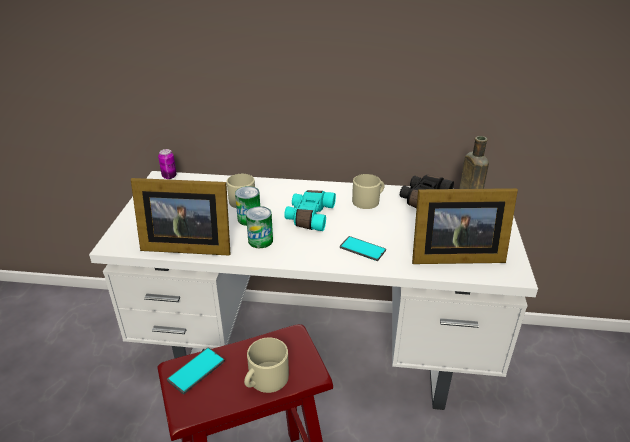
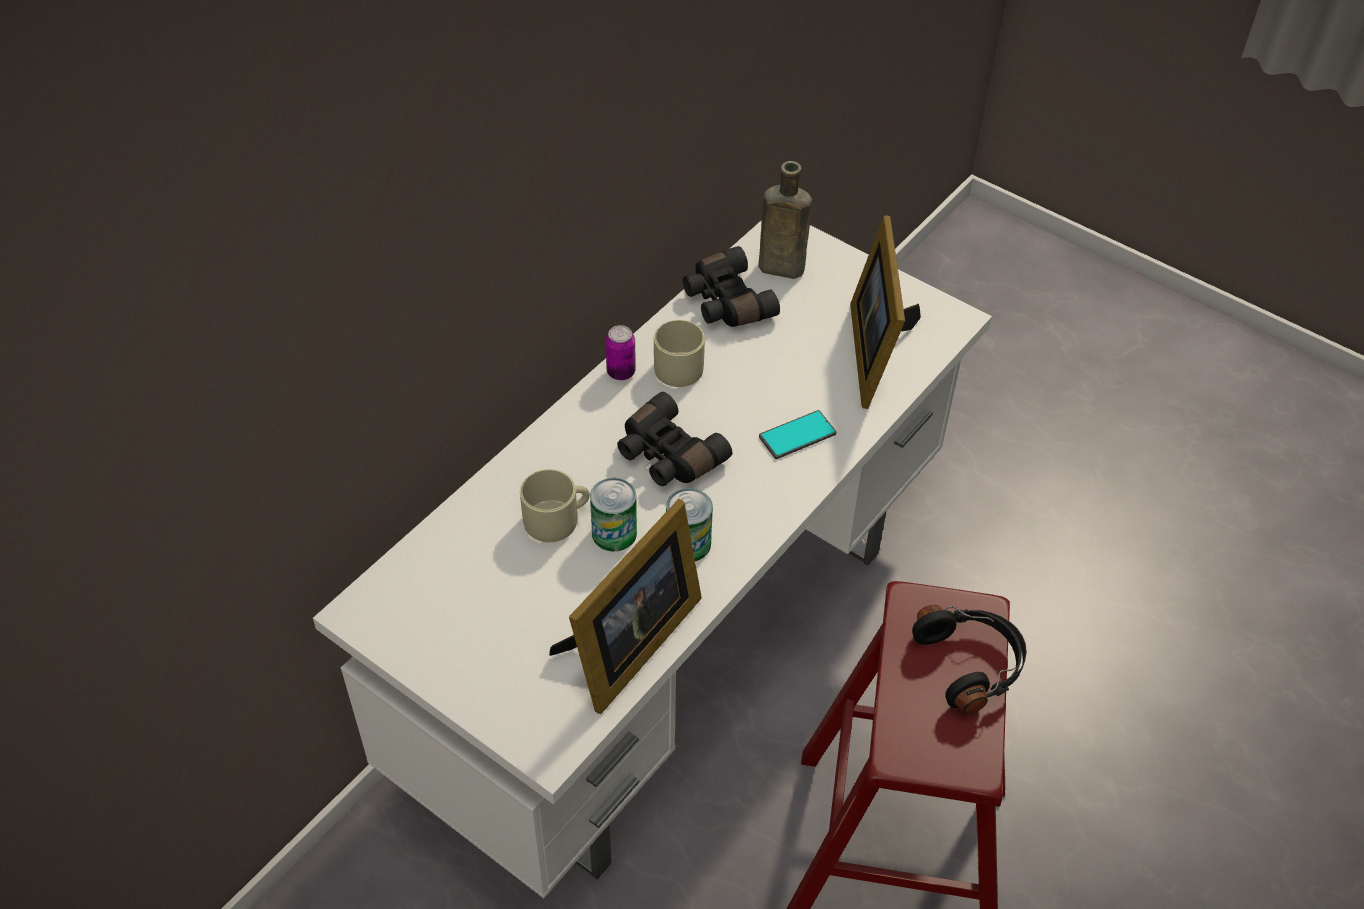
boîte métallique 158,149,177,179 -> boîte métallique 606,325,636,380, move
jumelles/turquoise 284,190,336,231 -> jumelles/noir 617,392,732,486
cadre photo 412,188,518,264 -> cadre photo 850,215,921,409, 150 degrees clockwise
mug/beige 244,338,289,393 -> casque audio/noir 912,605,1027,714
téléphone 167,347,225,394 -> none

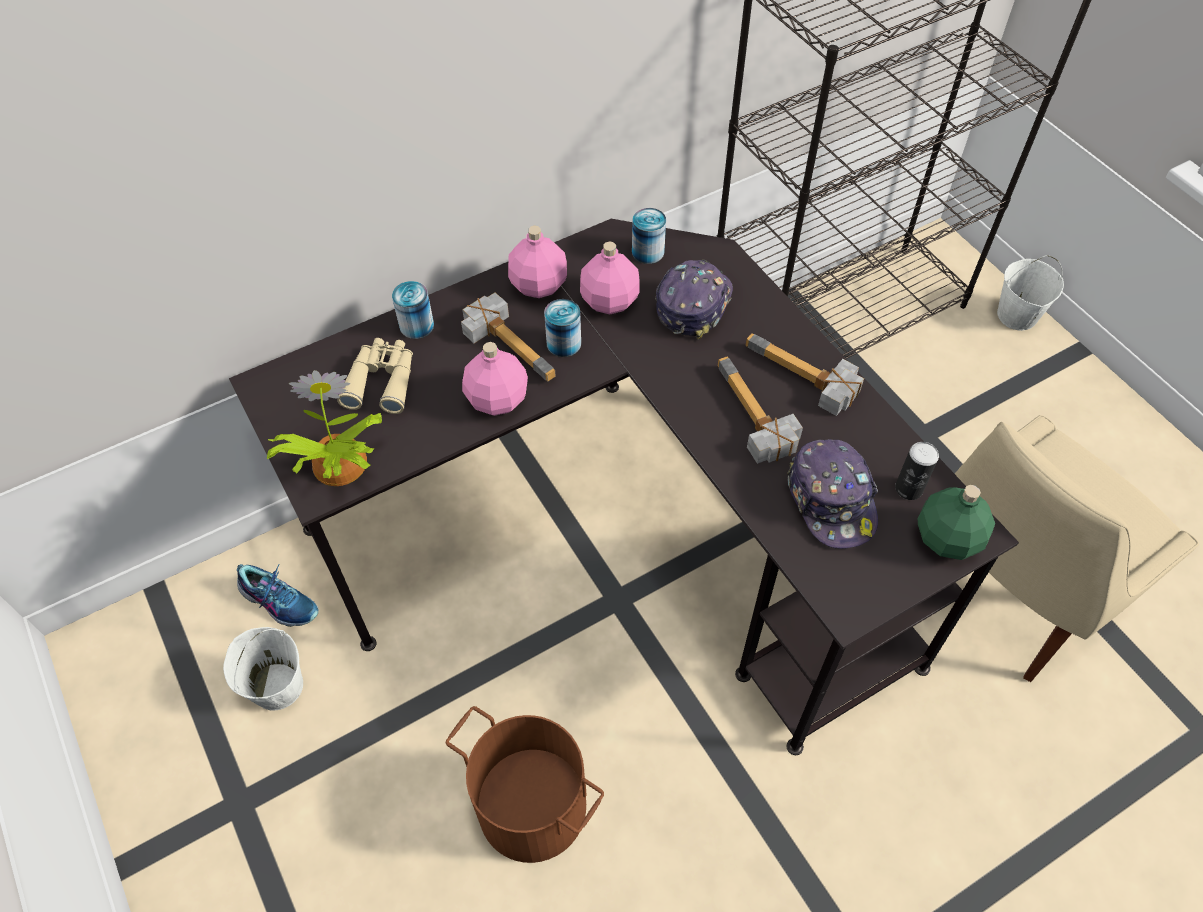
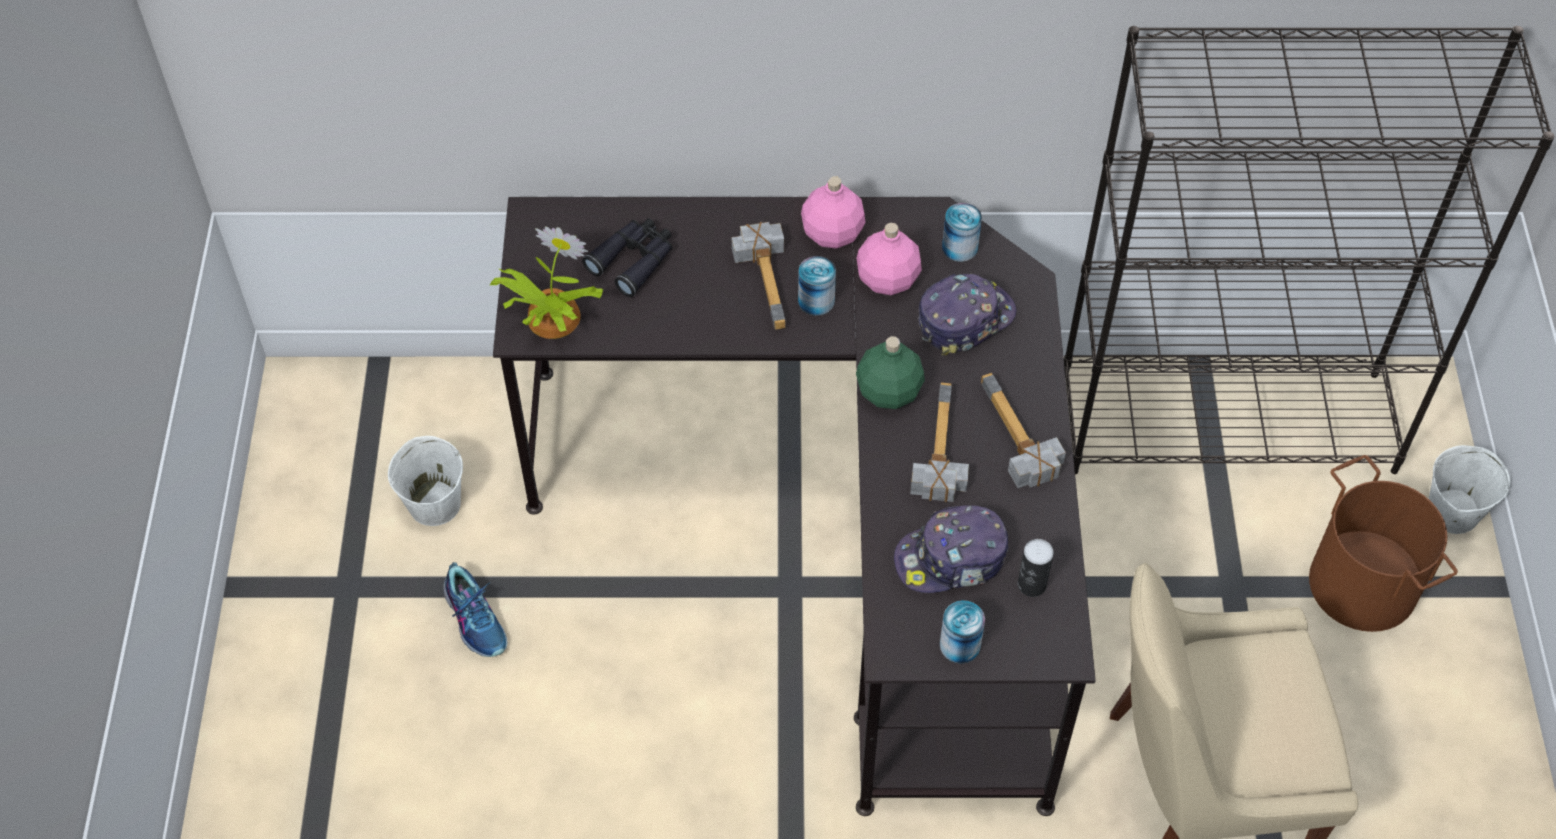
chaussure 237,564,319,627 -> chaussure 443,562,508,657, move
jumelles/beige 337,338,413,414 -> jumelles/noir 582,218,673,297
bouteille/vert 918,485,995,560 -> bouteille/vert 856,336,925,409, move
casquette 787,439,878,549 -> casquette 894,505,1008,593, 60 degrees clockwise
boîte métallique 392,281,434,339 -> boîte métallique 940,600,985,664, move
seau/marron 446,706,604,863 -> seau/marron 1309,455,1458,632, move
bouteille/rose 462,342,528,416 -> none

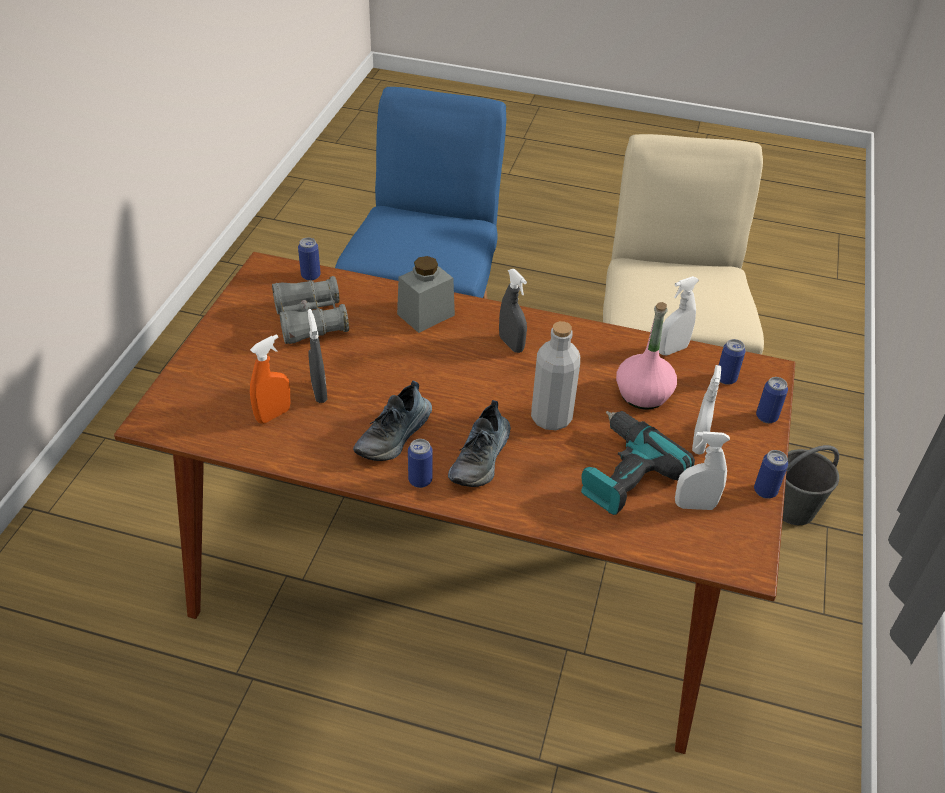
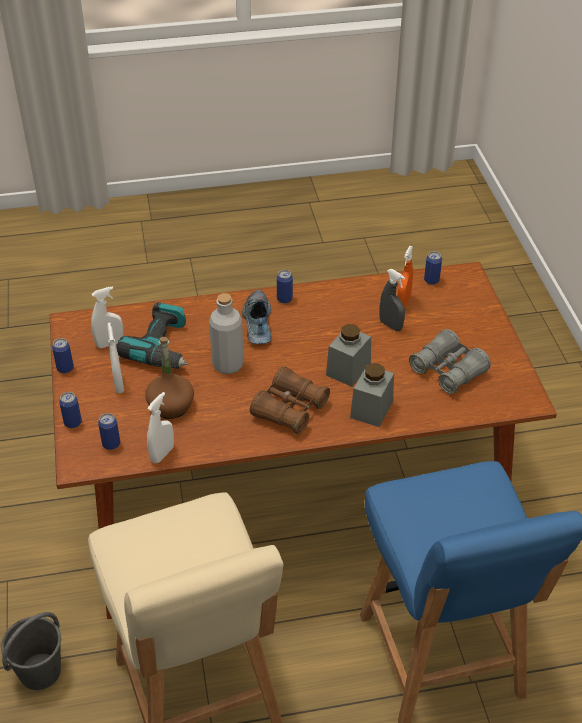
bouteille/rose 616,302,677,410 -> bouteille/marron 146,337,194,419
vaporisateur/gris 499,269,527,353 -> jumelles/marron 250,366,330,434
none -> bocal/gris 326,324,371,387
boîte métallique 298,238,321,281 -> boîte métallique 424,251,442,285, move
chaussure 353,381,432,461 -> none

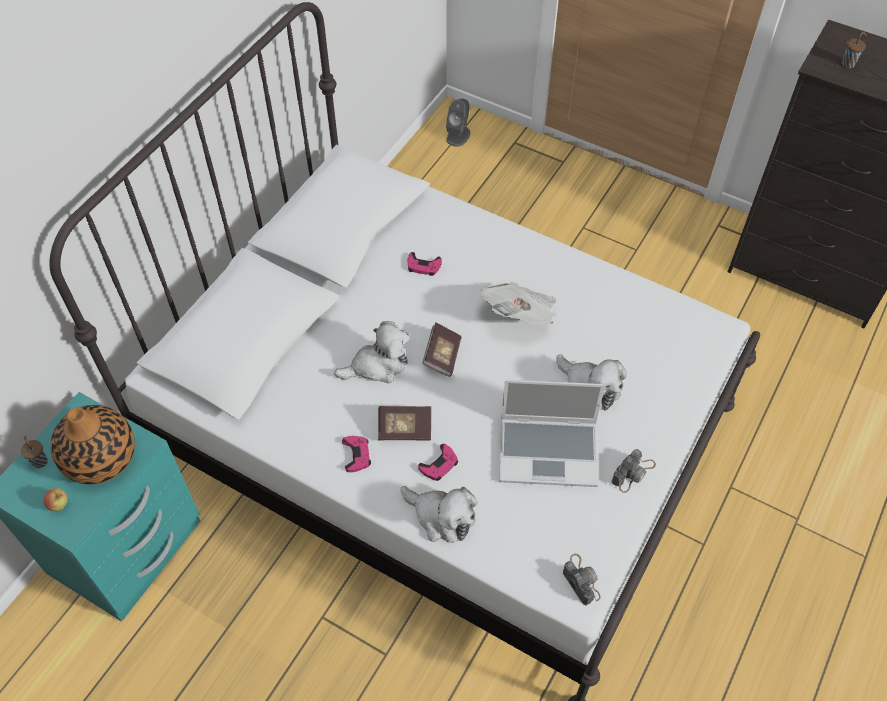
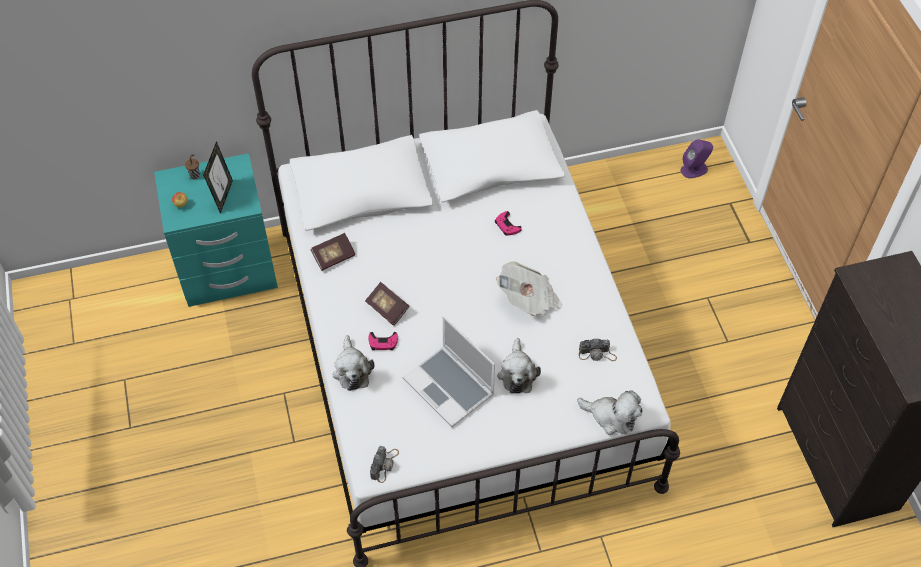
vase 51,405,135,485 -> cadre photo 203,141,233,214
livre 422,322,462,377 -> livre 310,233,356,271, move
peluche 334,321,410,383 -> peluche 577,390,642,435, move
appareil photo 612,449,656,493 -> appareil photo 579,338,617,361, move
enceinte/gris 446,99,470,147 -> enceinte/violet 681,139,713,178
manette/rose 342,436,371,472 -> none
tasse/marron 842,32,867,68 -> none

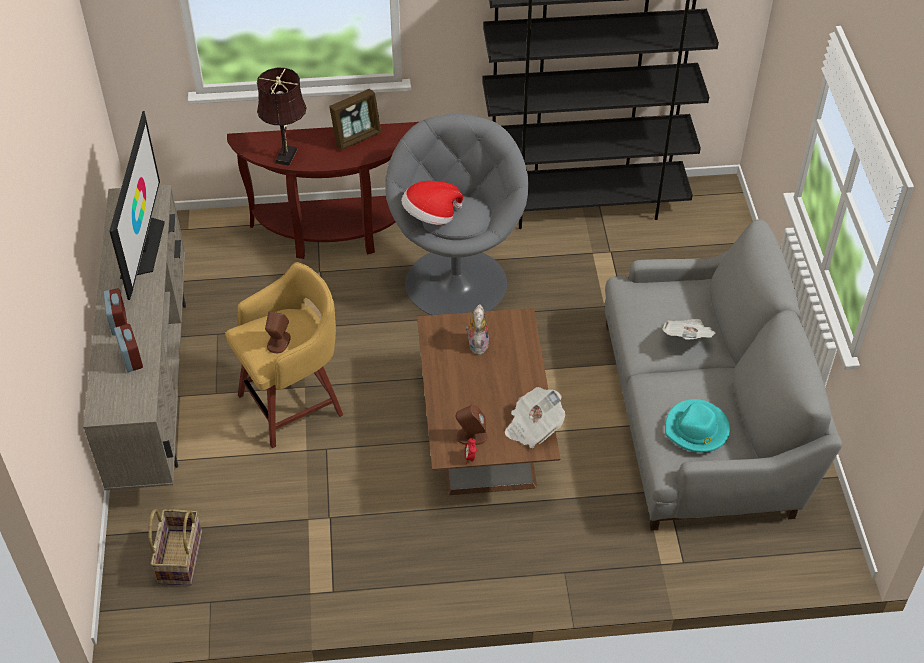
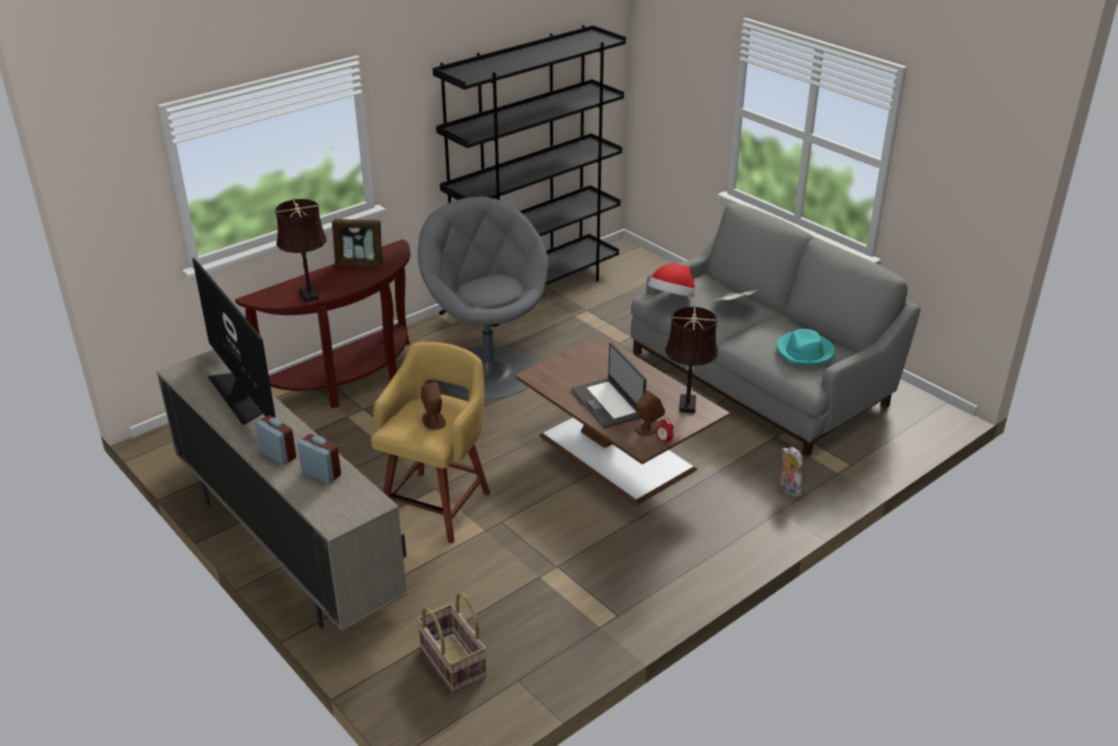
cadre photo 329,89,381,150 -> cadre photo 332,219,383,268, 75 degrees clockwise
none -> ordinateur portable 571,343,647,428
chapeau 401,181,463,225 -> chapeau 648,263,695,297, move
journal 505,387,565,448 -> lampe de table/marron 665,307,718,413
peluche 465,304,489,356 -> peluche 780,447,803,497, move

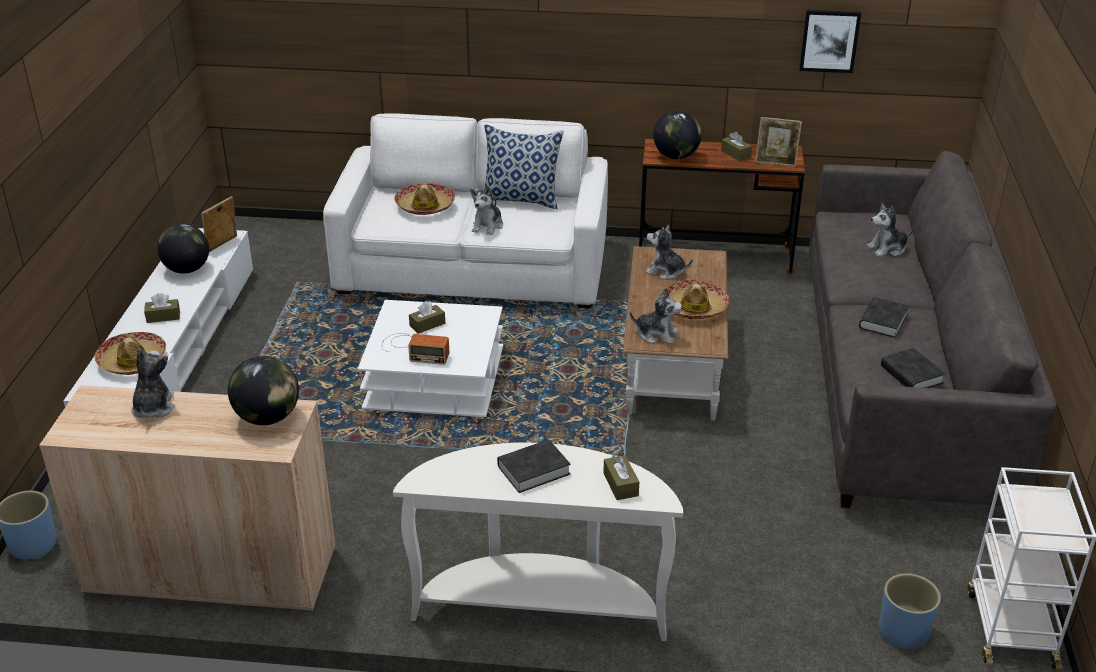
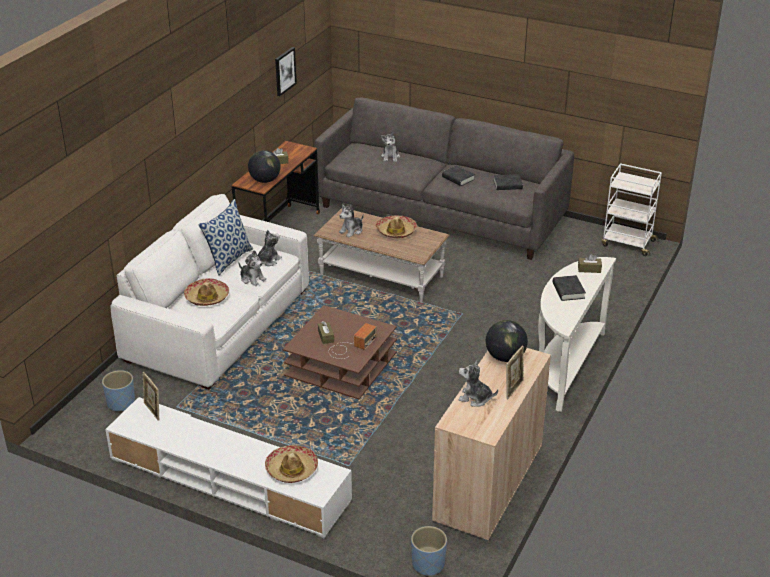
cache-pot/bleu 879,573,941,649 -> cache-pot/bleu 102,370,135,412, move
peluche 630,287,682,344 -> peluche 258,230,282,266, move
table basse/blanc 358,300,503,417 -> table basse/marron 283,305,397,399
cadre photo 755,117,802,166 -> cadre photo 506,346,524,399, move
boîte à mouchoirs/marron 144,293,180,323 -> none
globe 157,224,209,274 -> none

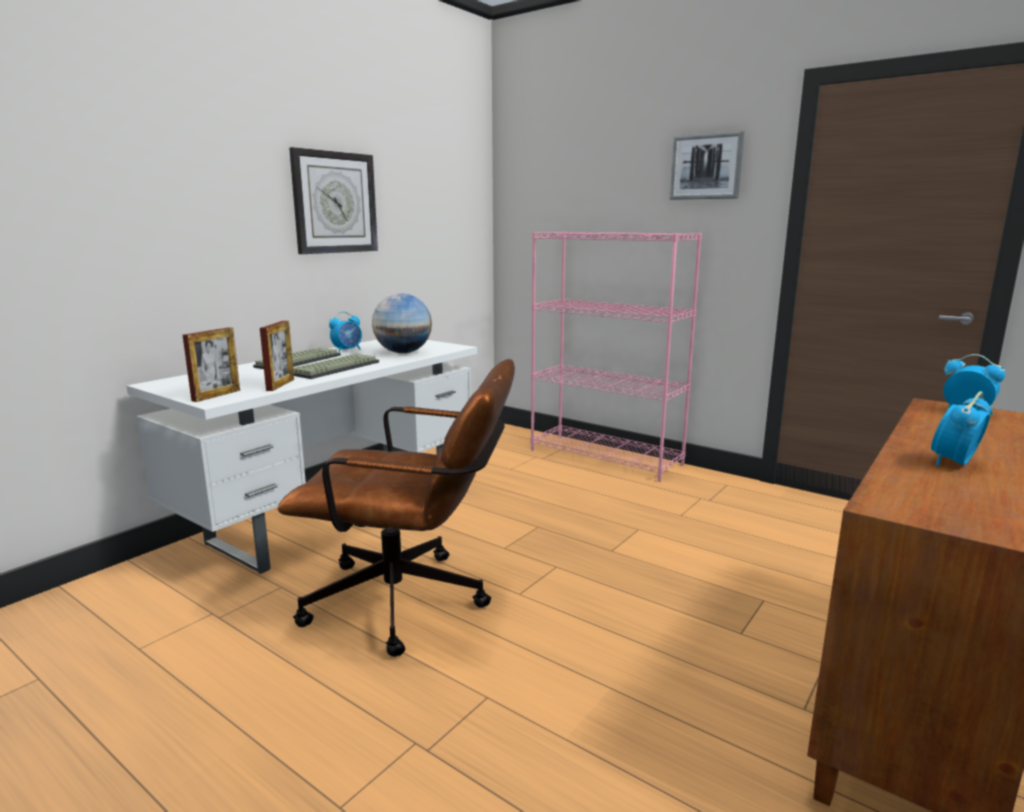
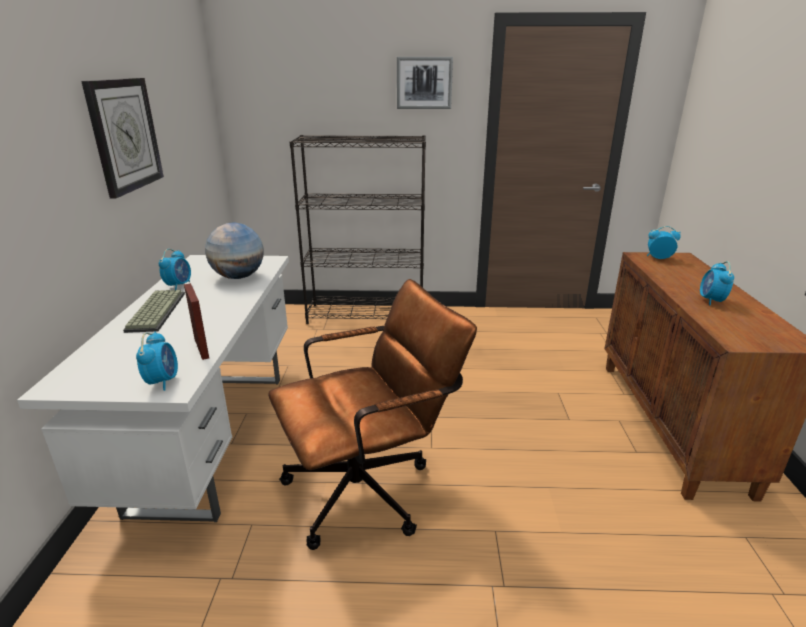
cadre photo 183,327,240,402 -> réveil 136,332,178,391
bibliothèque/rose 531,231,702,482 -> bibliothèque/noir 290,135,426,324
clavier 293,354,379,379 -> none

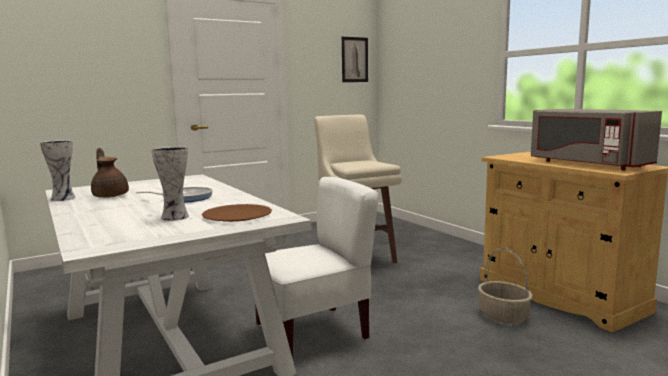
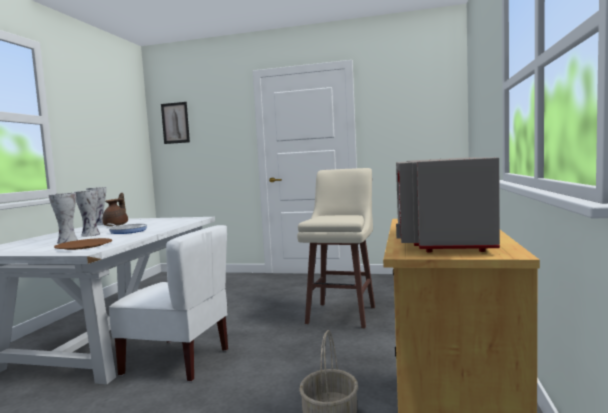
none -> vase 74,190,100,237
tableau 342,37,368,82 -> tableau 161,102,190,144, move

